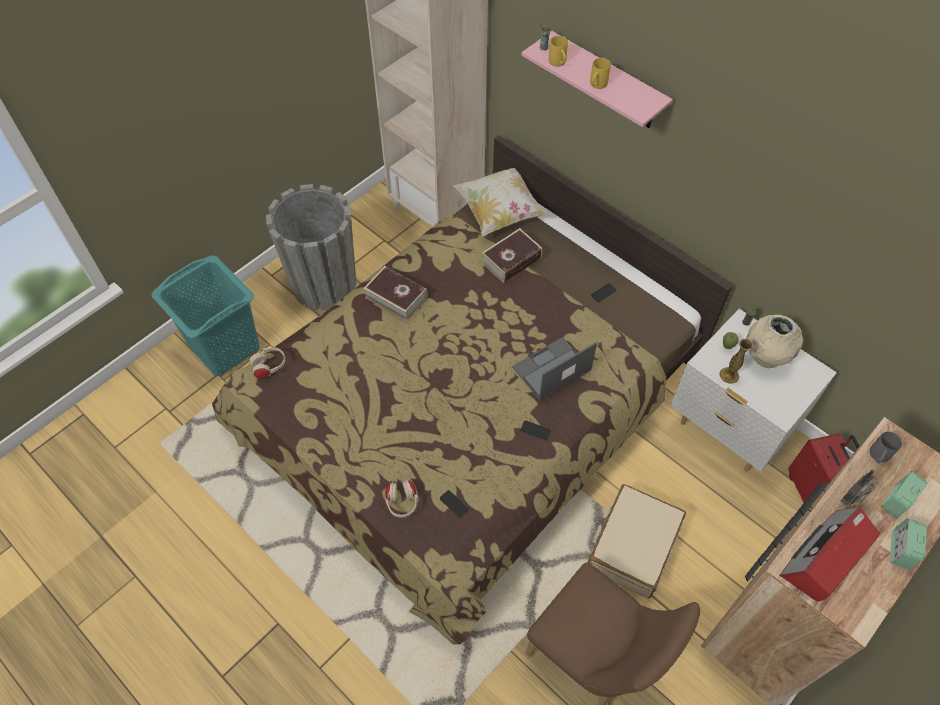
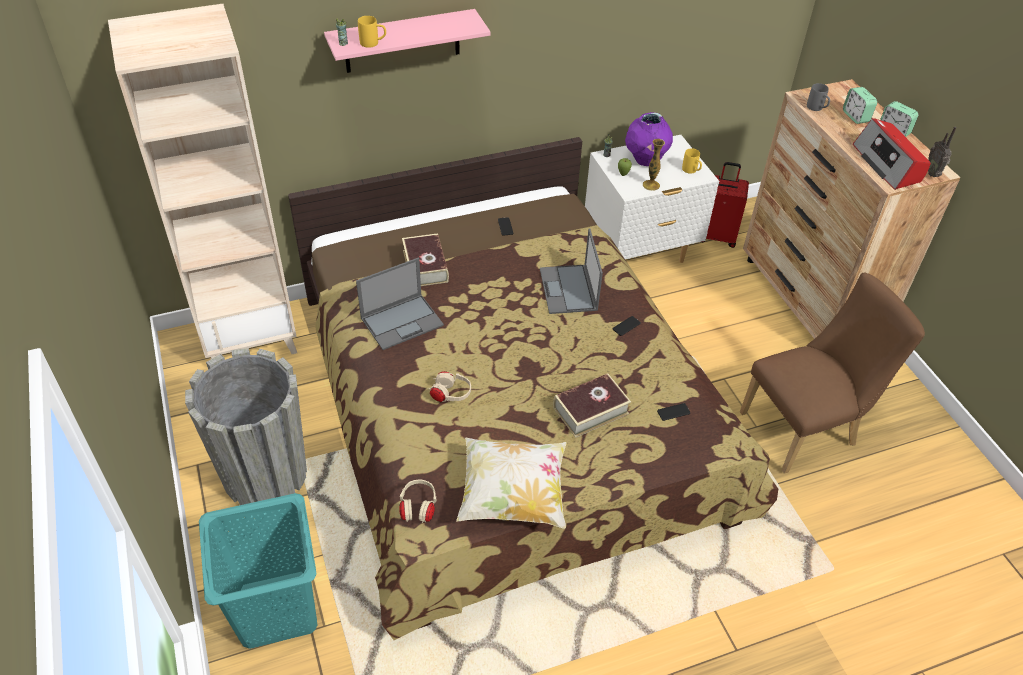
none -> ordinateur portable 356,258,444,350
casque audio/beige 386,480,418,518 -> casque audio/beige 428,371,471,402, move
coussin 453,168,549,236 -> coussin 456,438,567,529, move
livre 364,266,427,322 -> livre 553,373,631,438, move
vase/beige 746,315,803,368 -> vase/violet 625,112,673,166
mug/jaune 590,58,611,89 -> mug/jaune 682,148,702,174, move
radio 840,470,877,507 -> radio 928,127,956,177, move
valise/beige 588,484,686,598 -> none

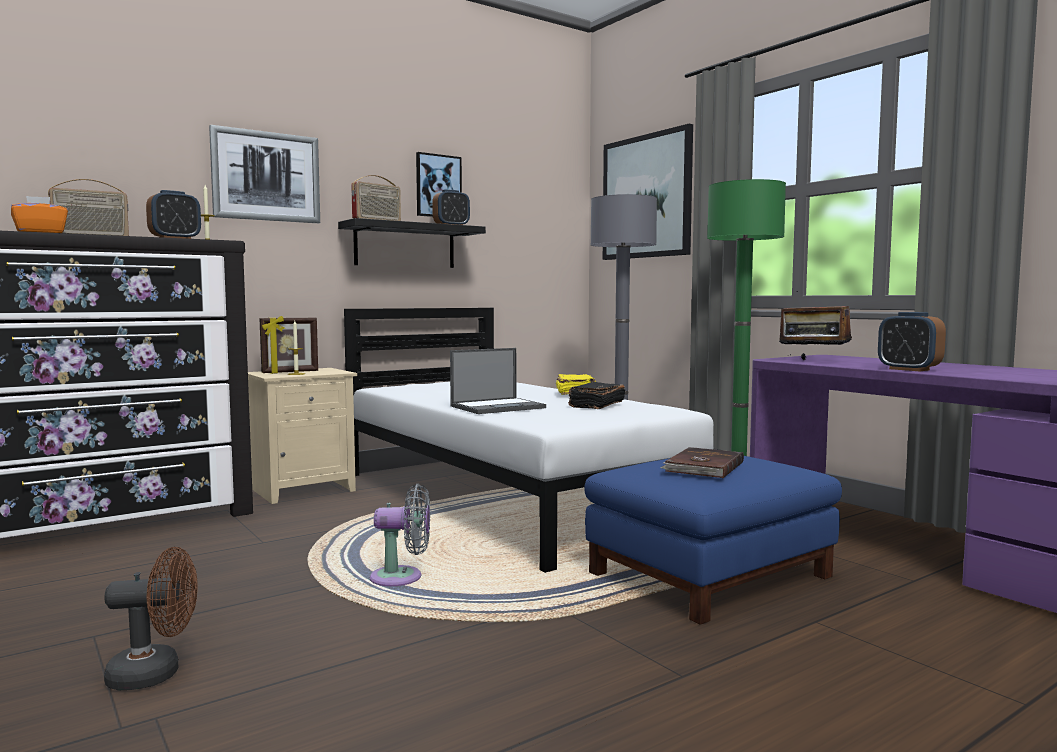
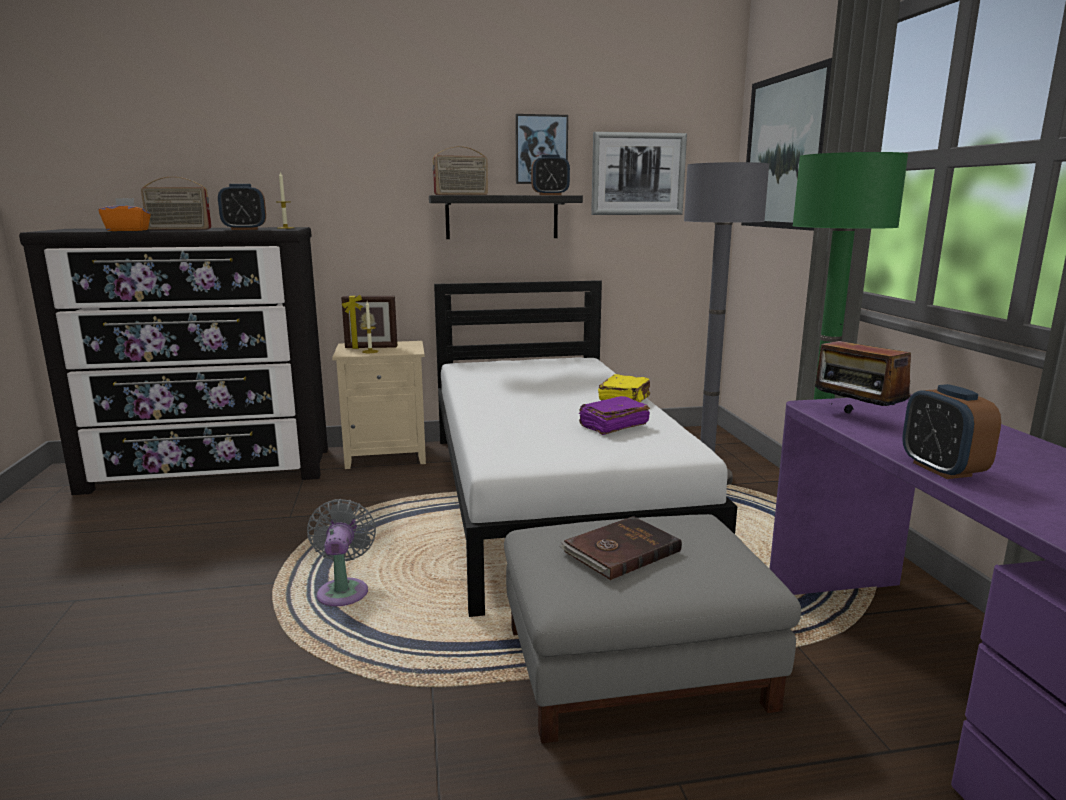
ventilateur/gris 370,484,430,586 -> ventilateur/gris 307,499,376,606, 120 degrees counterclockwise
pouf/bleu 585,456,842,625 -> pouf/gris 504,514,801,744
livre/noir 568,382,625,409 -> livre/violet 579,396,650,435
tableau 209,125,320,223 -> tableau 591,132,687,215, move
ventilateur/marron 104,547,198,690 -> none
ordinateur portable 450,348,546,414 -> none

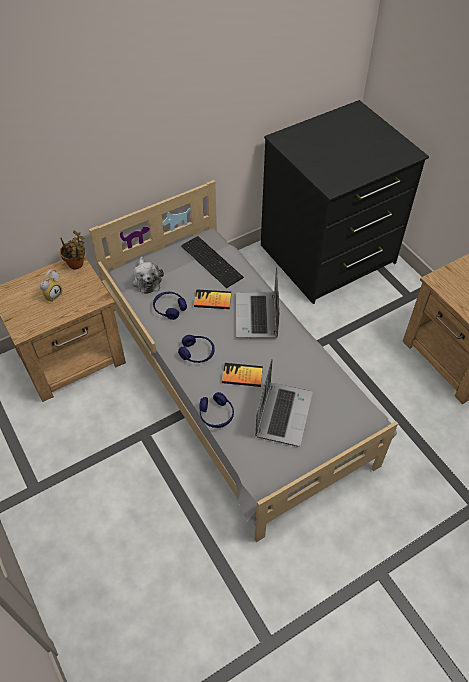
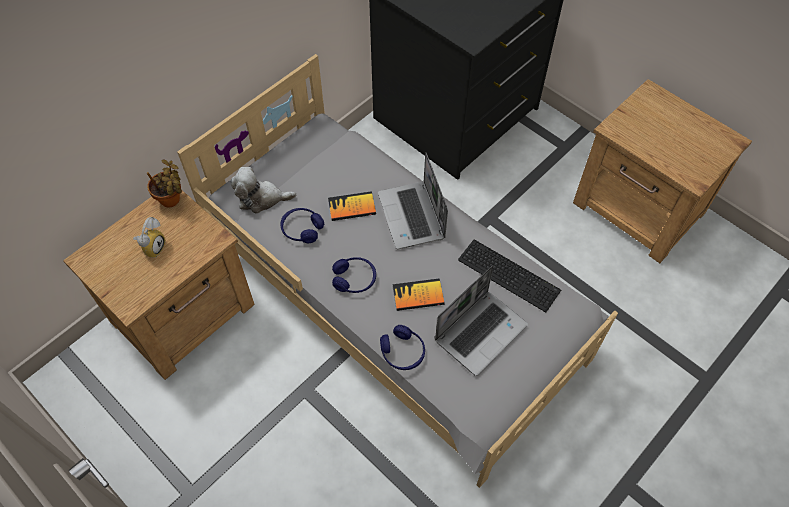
peluche 132,257,164,294 -> peluche 230,167,296,214, 120 degrees clockwise
ordinateur portable 255,359,313,446 -> ordinateur portable 435,265,528,376, 45 degrees clockwise
clavier 181,236,244,288 -> clavier 458,239,561,312, move

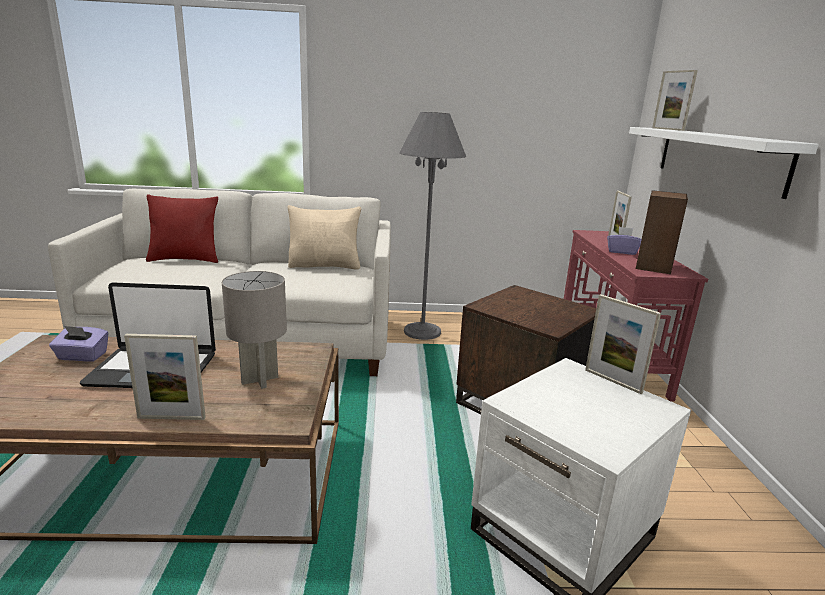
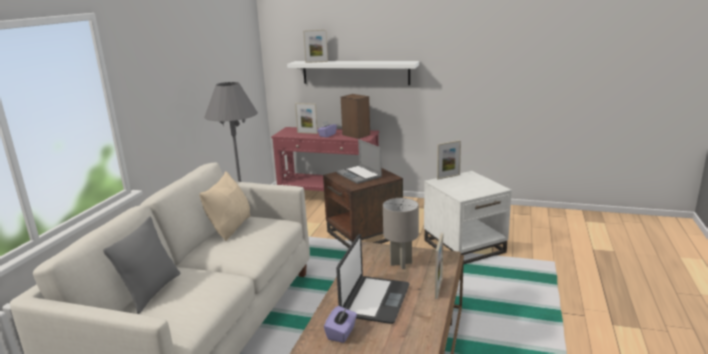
coussin/rouge 146,195,218,263 -> coussin/gris 103,216,181,314
none -> ordinateur portable 336,139,382,184

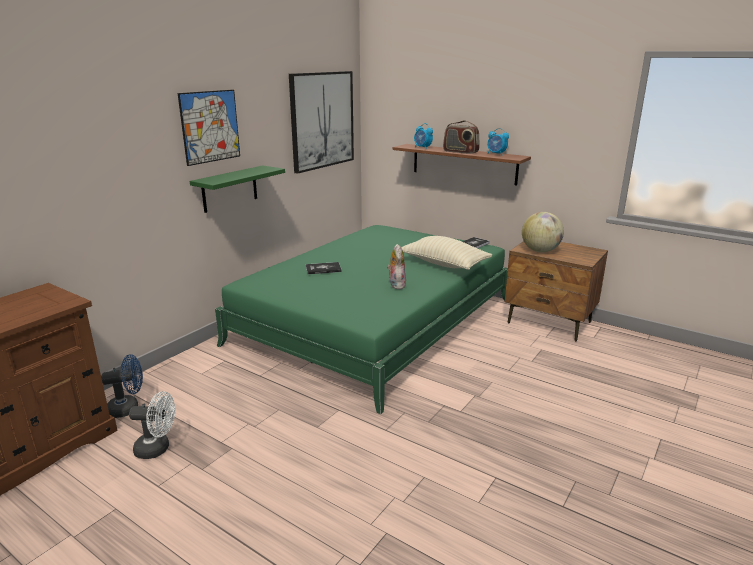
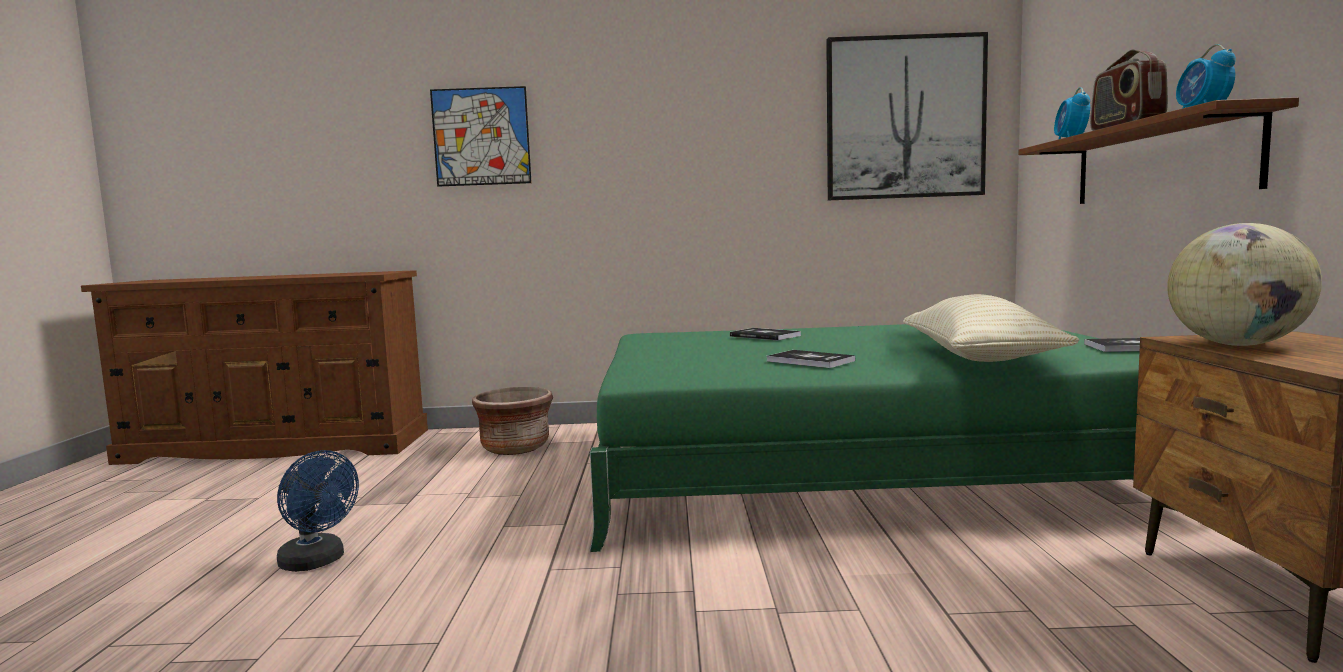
ventilateur/bleu 101,354,143,418 -> ventilateur/bleu 277,450,359,572, move
tableau 178,90,240,166 -> tableau 430,86,532,186, move
none -> cache-pot/marron 472,387,553,455
peluche 387,244,406,289 -> livre 767,350,855,368
ventilateur/blanc 129,391,175,459 -> none
étagère/vert 190,165,285,213 -> none

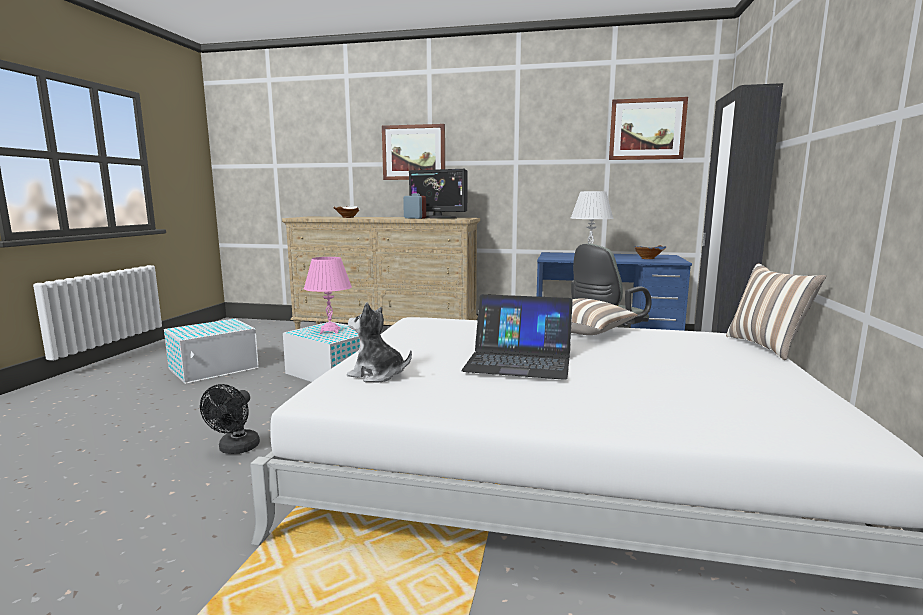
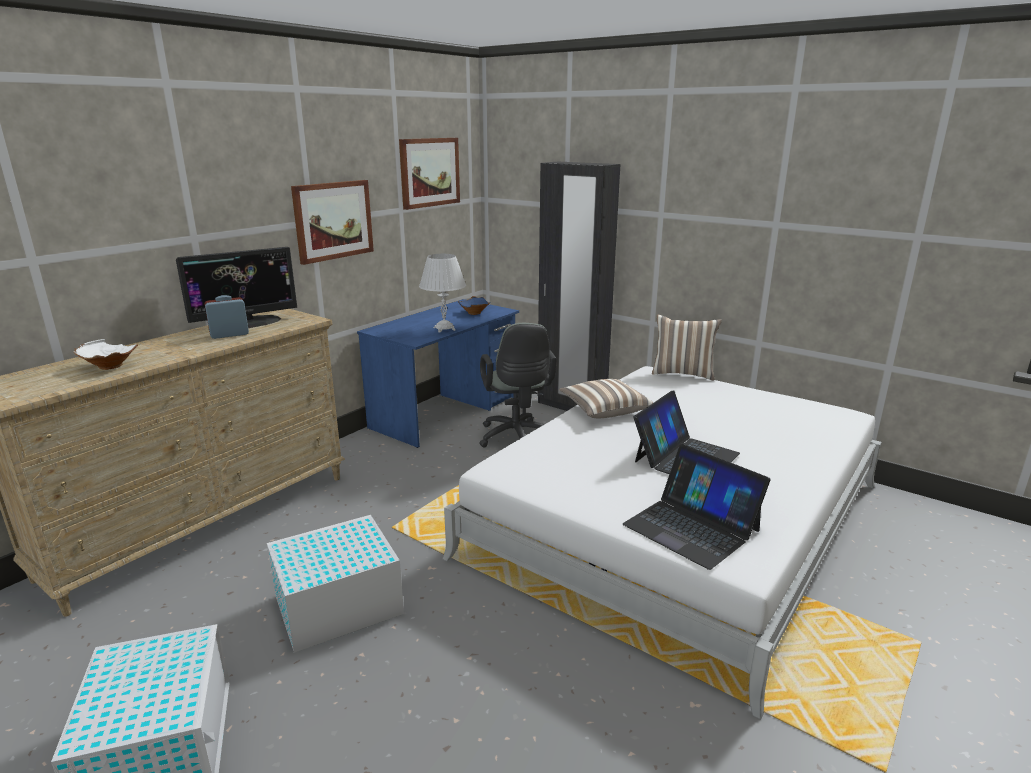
tableau 382,124,445,180 -> tableau 291,180,374,265, move
peluche 347,302,412,382 -> ordinateur portable 623,444,770,570
ventilateur/noir 200,384,260,454 -> none
lampe de table/rose 304,257,352,334 -> none

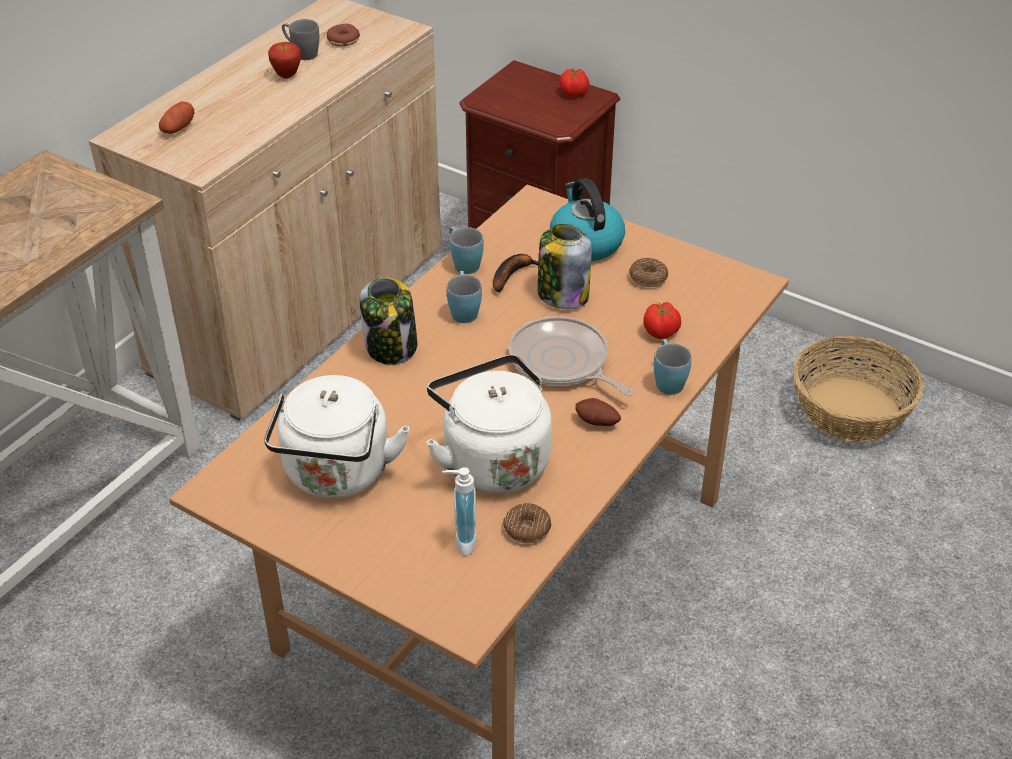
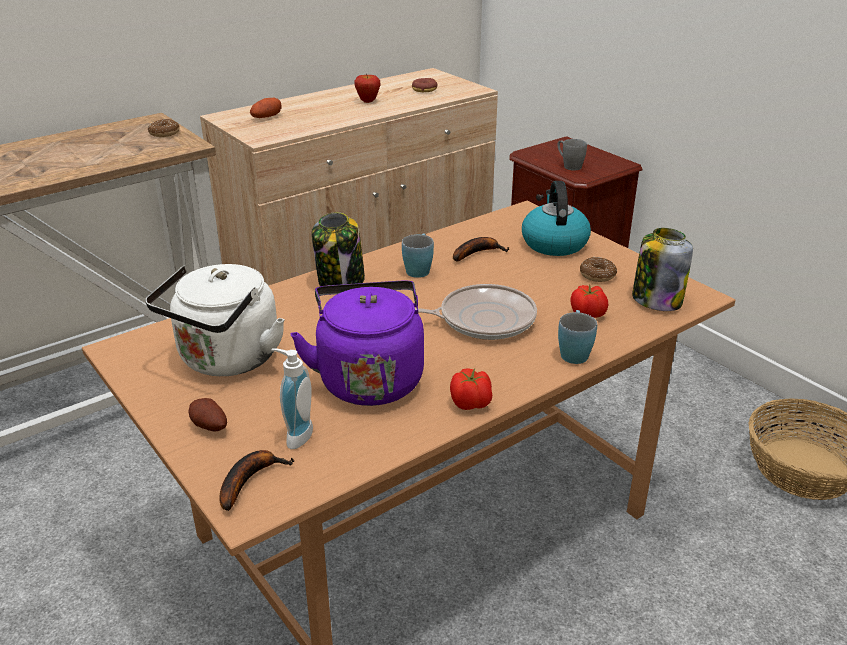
beignet 503,503,551,543 -> beignet 148,119,180,137, move
pomme de terre 575,398,621,426 -> pomme de terre 188,398,227,432, move
none -> banane 219,450,295,511
bouilloire/blanc 426,355,552,493 -> bouilloire/violet 290,280,424,406
poêle 509,316,634,397 -> poêle 415,284,537,340, 105 degrees clockwise
tomate 559,68,589,97 -> tomate 450,368,492,410, move
mug/gris 282,19,319,60 -> mug/gris 558,139,587,171, move
bocal 538,224,592,309 -> bocal 632,228,693,311, move
mug/bleu 449,227,484,274 -> none

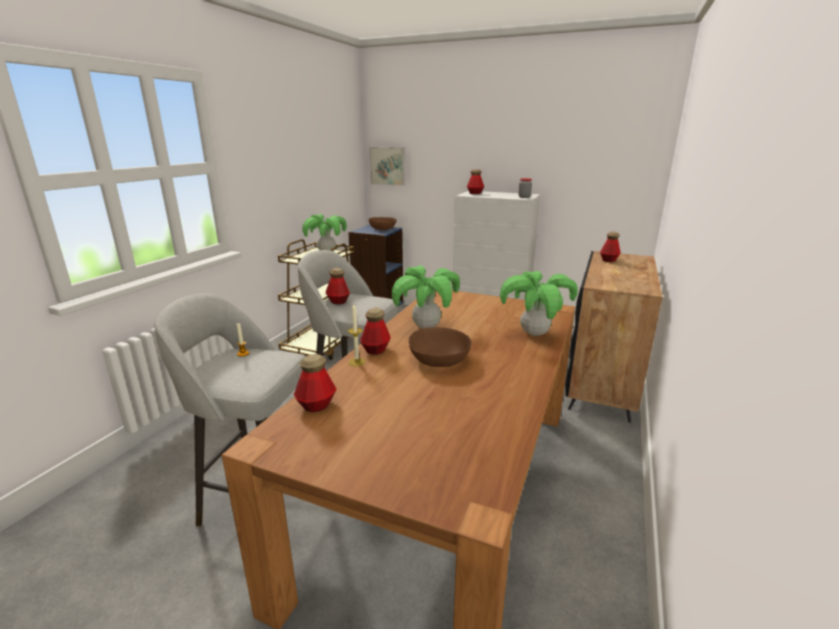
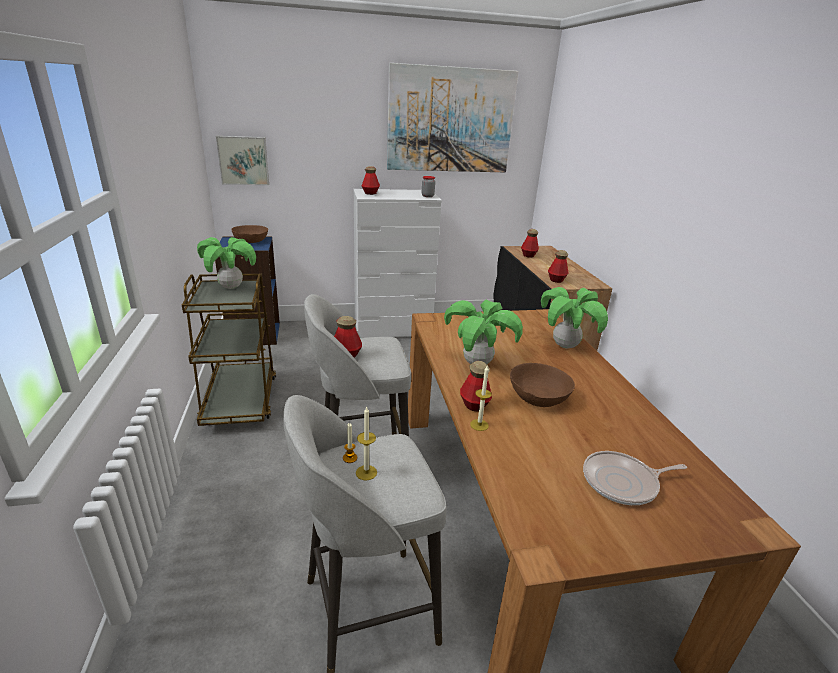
none -> bougie 356,406,377,481
none -> tableau 387,63,519,172
bouteille 294,354,337,412 -> bouteille 548,250,568,283, move
none -> poêle 583,451,687,505

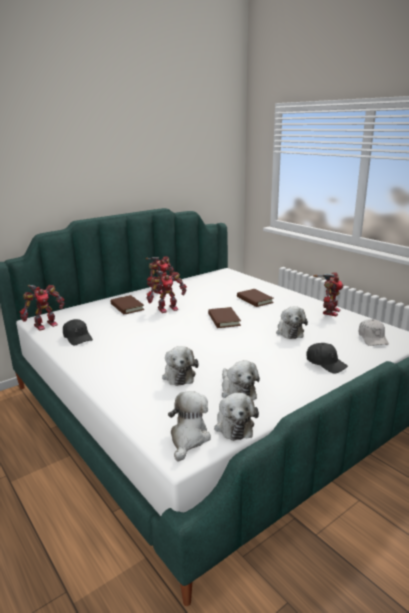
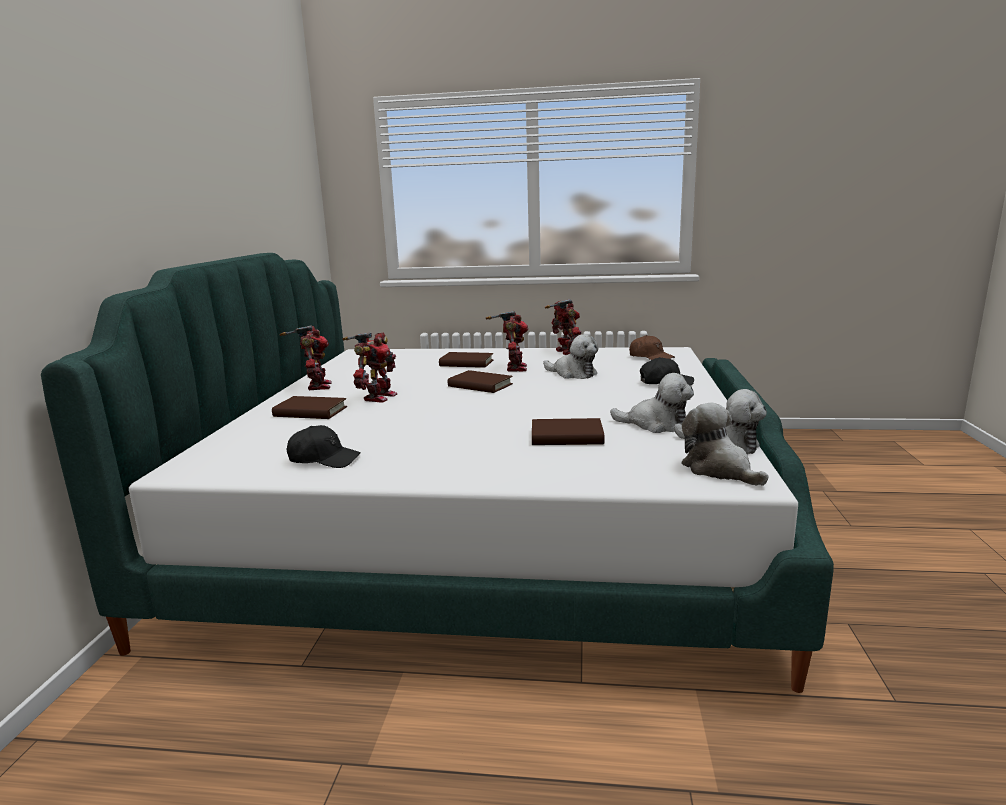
robot jouet 20,285,64,331 -> robot jouet 486,311,528,371, move
peluche 162,346,199,386 -> livre/marron 532,418,604,445
casquette/blanc 359,319,389,346 -> casquette/marron 629,335,675,360

